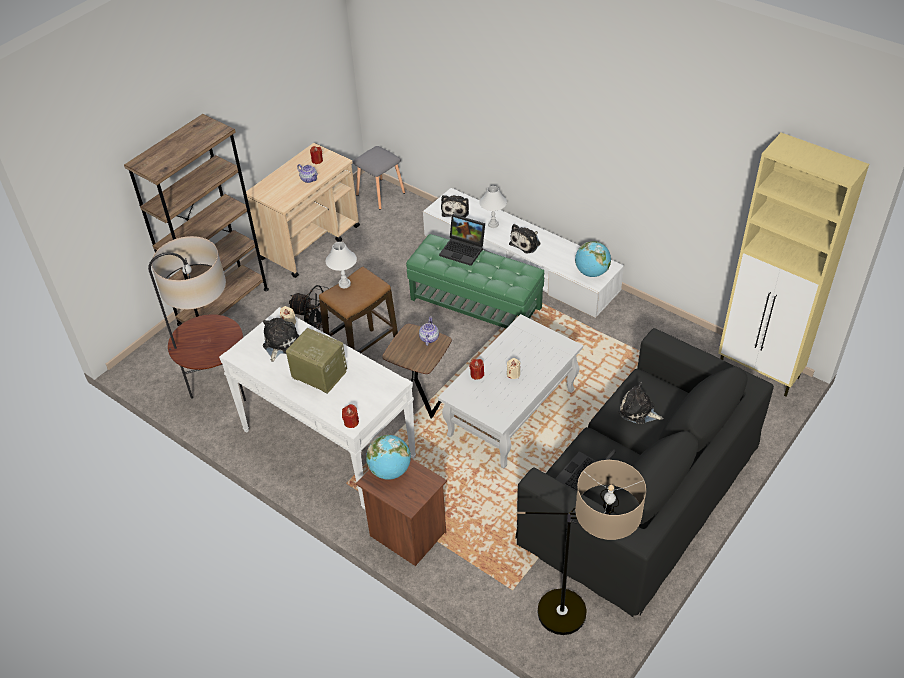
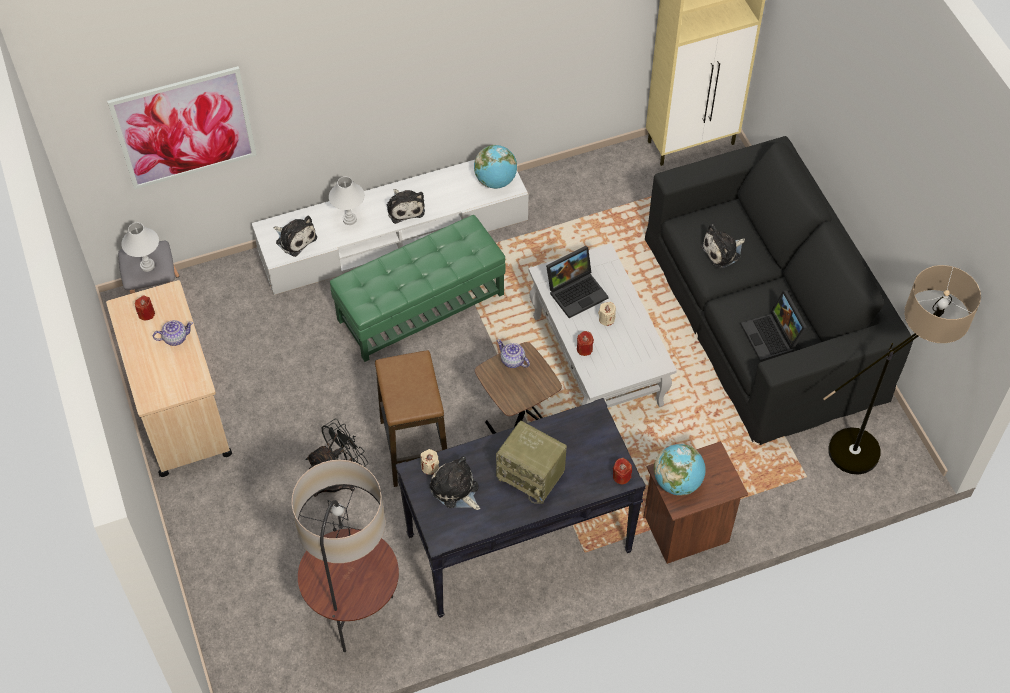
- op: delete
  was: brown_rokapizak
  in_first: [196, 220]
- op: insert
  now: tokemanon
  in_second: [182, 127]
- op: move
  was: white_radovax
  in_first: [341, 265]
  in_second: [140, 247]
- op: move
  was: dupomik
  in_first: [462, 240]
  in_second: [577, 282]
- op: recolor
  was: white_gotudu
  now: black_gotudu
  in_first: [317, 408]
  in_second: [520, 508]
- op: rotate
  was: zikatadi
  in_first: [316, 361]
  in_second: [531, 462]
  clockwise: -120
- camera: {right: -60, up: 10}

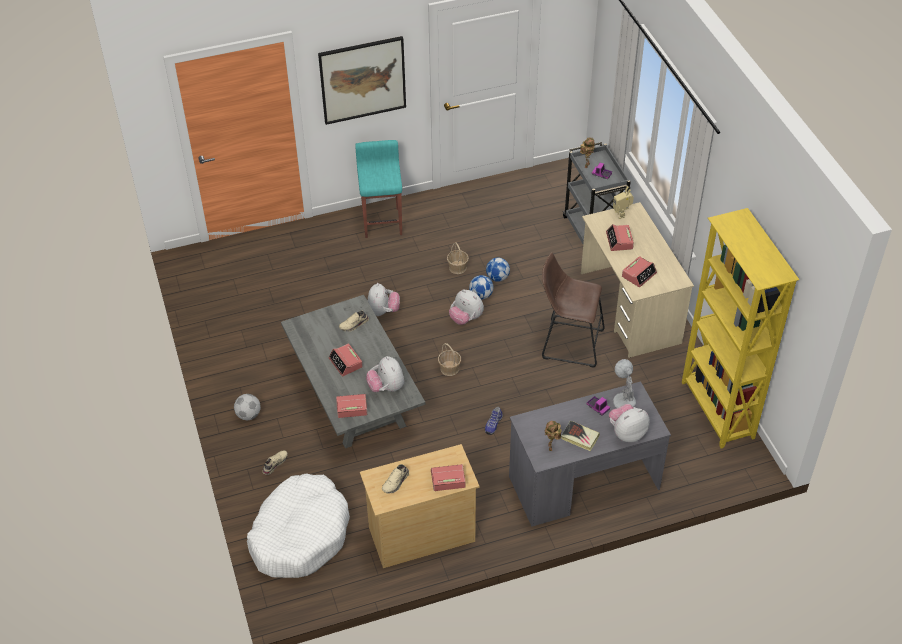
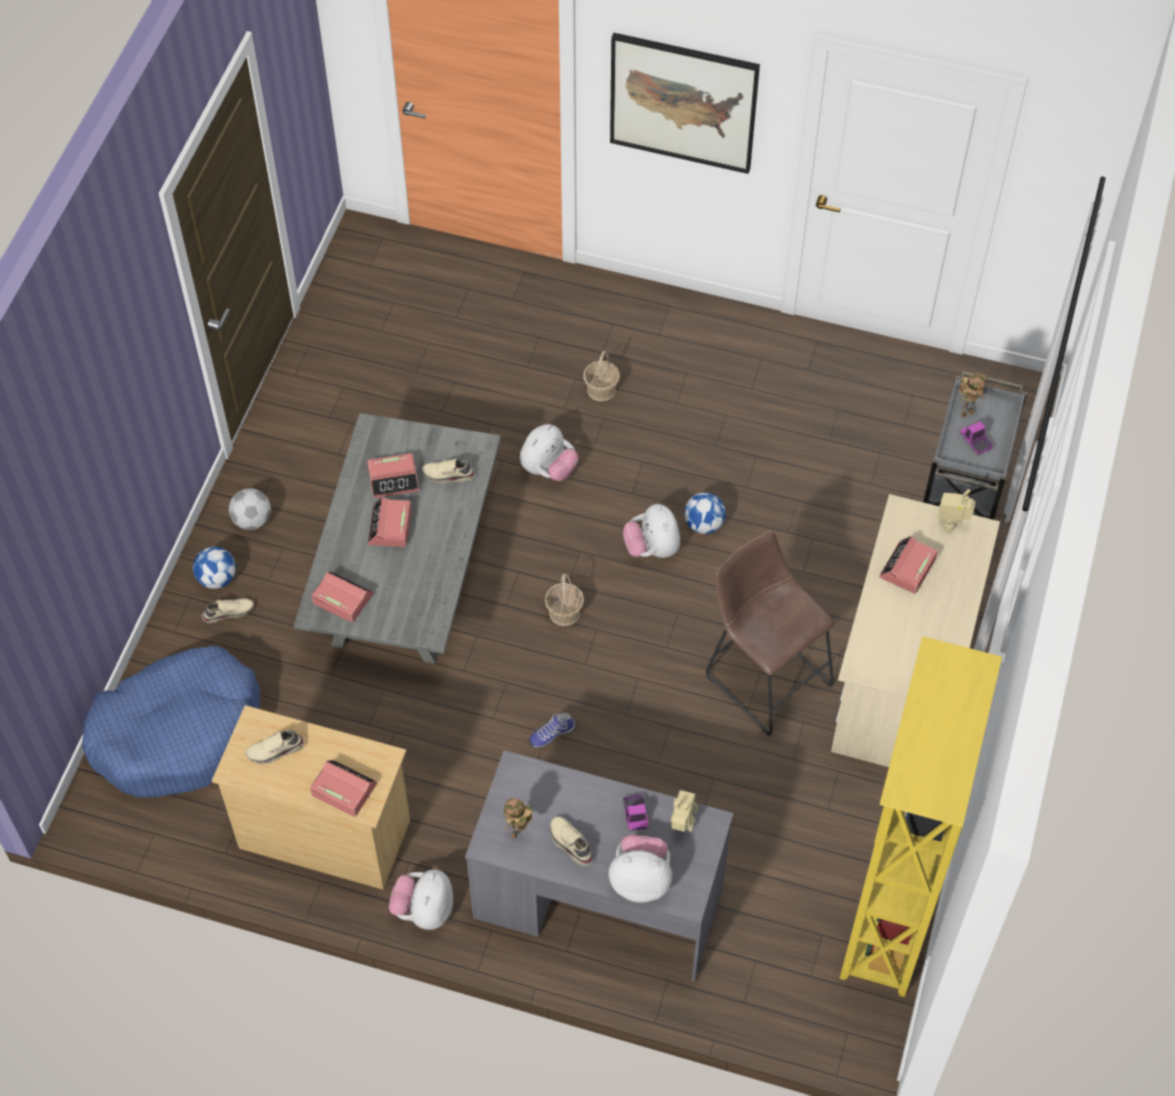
- op: delete
  was: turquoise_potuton
  in_first: [378, 189]
- op: move
  was: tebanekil
  in_first: [385, 374]
  in_second: [421, 899]
- op: move
  was: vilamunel
  in_first: [458, 258]
  in_second: [601, 375]
- op: move
  was: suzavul
  in_first: [498, 270]
  in_second: [214, 567]
- op: move
  was: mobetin
  in_first: [639, 271]
  in_second: [393, 475]
- op: replace
  was: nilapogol
  now: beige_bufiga
  in_first: [580, 435]
  in_second: [571, 841]
- op: replace
  was: white_radovax
  now: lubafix
  in_first: [624, 383]
  in_second: [684, 811]
- op: recolor
  was: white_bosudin
  now: blue_bosudin
  in_first: [298, 525]
  in_second: [171, 722]
- camera: {right: 35, up: 10}

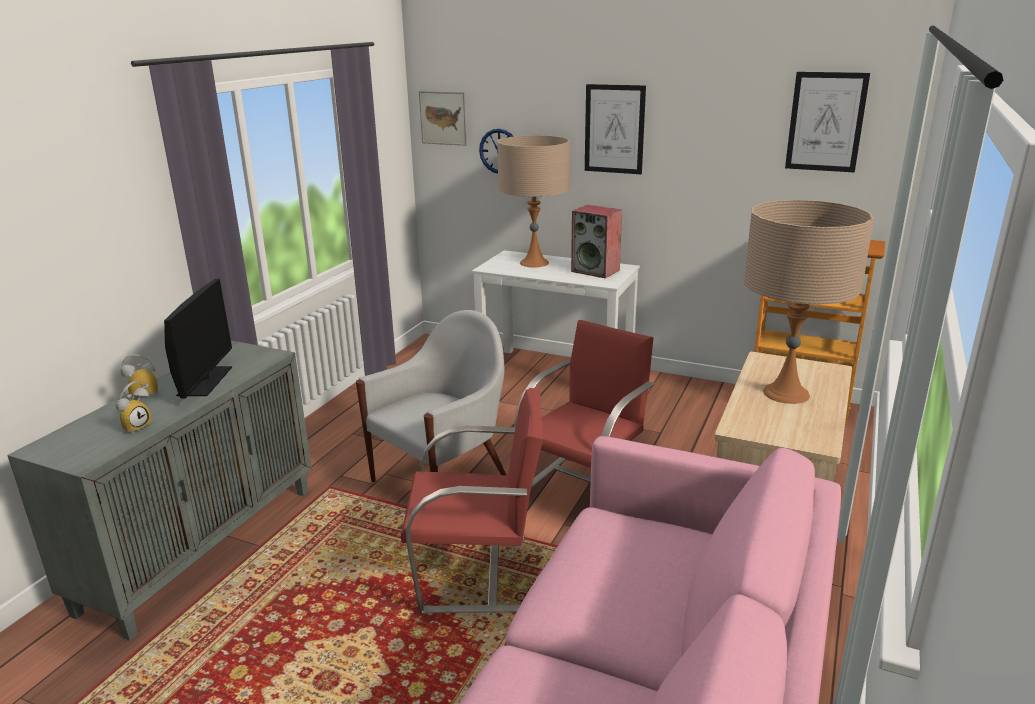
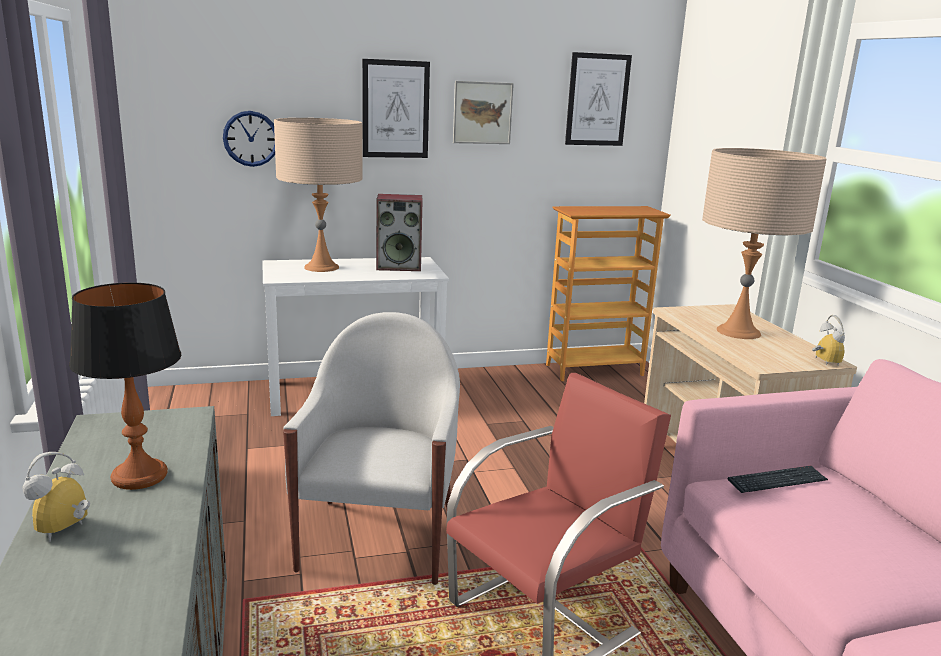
- op: delete
  was: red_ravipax
  in_first: [584, 404]
- op: insert
  now: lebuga
  in_second: [778, 479]
- op: move
  was: mobetin
  in_first: [134, 407]
  in_second: [828, 340]
- op: move
  was: tokemanon
  in_first: [443, 118]
  in_second: [483, 112]
- op: replace
  was: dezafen
  now: radovax
  in_first: [198, 338]
  in_second: [125, 386]
- camera: {right: -40, up: -5}

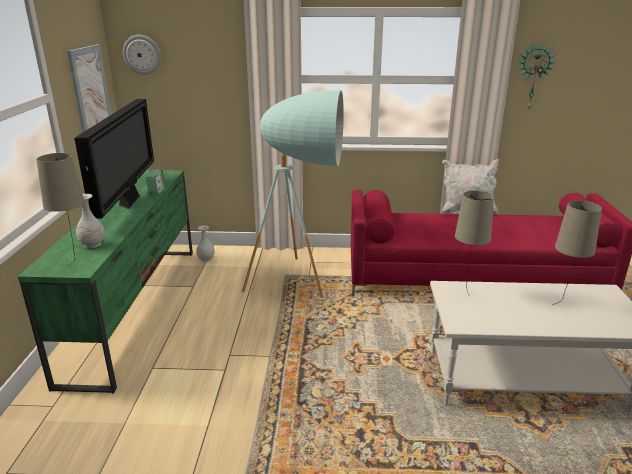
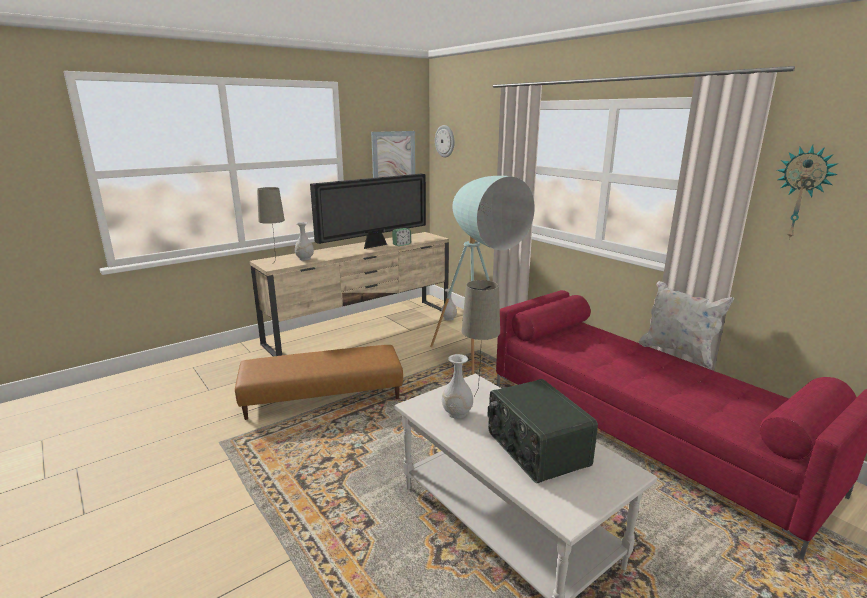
- op: insert
  now: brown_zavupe
  in_second: [319, 382]
- op: insert
  now: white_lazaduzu
  in_second: [457, 386]
- op: replace
  was: beige_radovax
  now: zikatadi
  in_first: [577, 252]
  in_second: [543, 431]
- op: recolor
  was: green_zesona
  now: beige_zesona
  in_first: [105, 281]
  in_second: [349, 294]
- camera: {right: 50, up: -5}

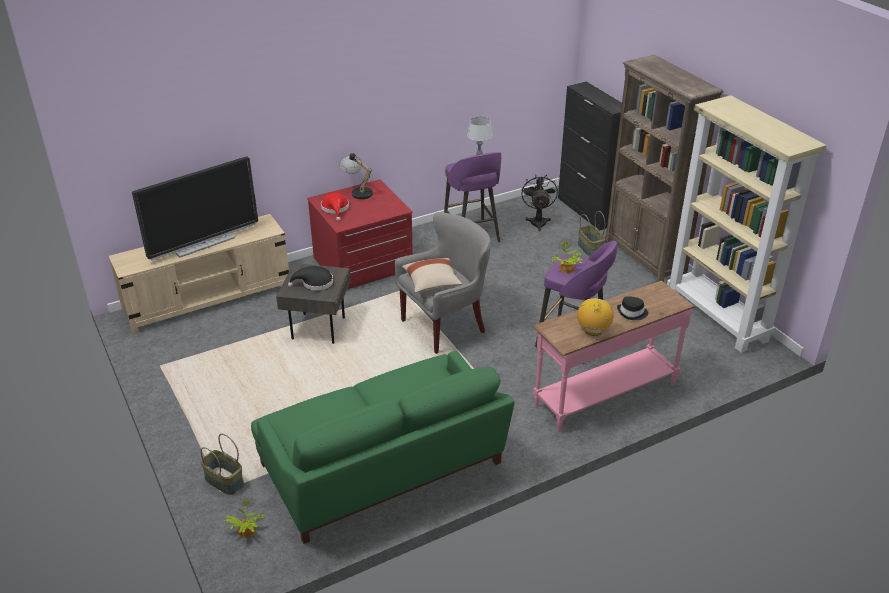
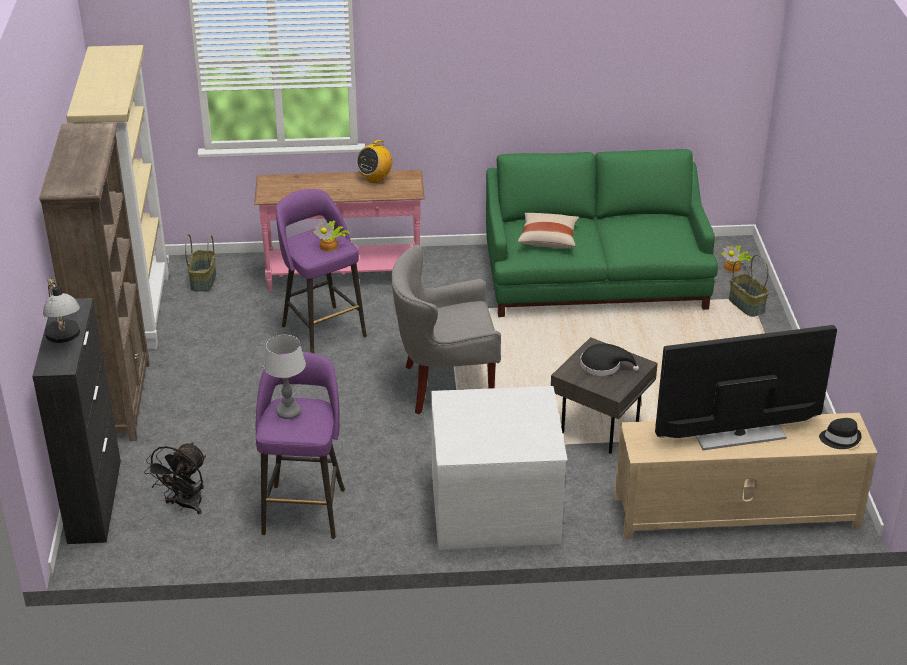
- op: delete
  was: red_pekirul
  in_first: [335, 207]
- op: move
  was: radovax
  in_first: [357, 176]
  in_second: [61, 310]
- op: move
  was: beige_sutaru
  in_first: [432, 275]
  in_second: [548, 230]
- op: move
  was: vilamunel
  in_first: [591, 234]
  in_second: [200, 263]
- op: move
  was: black_pekirul
  in_first: [632, 308]
  in_second: [840, 433]
- op: recolor
  was: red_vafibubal
  now: white_vafibubal
  in_first: [360, 234]
  in_second: [499, 467]
- camera: {right: -155, up: 0}

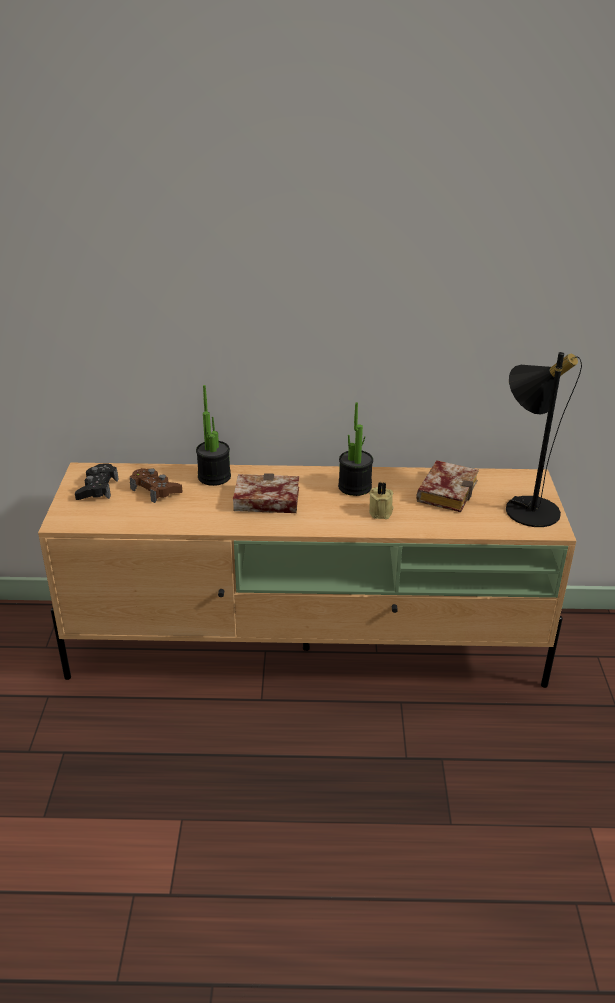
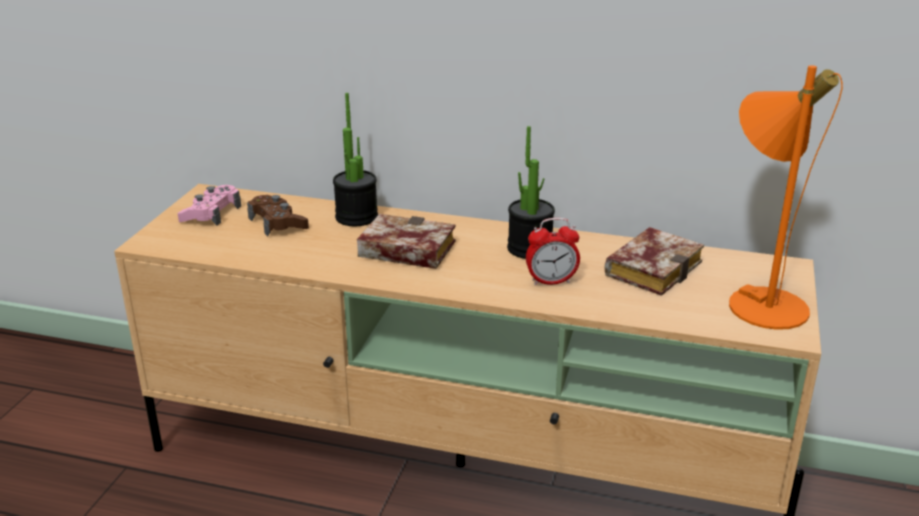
- op: replace
  was: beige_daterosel
  now: mobetin
  in_first: [381, 500]
  in_second: [553, 252]
- op: recolor
  was: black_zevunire
  now: pink_zevunire
  in_first: [96, 481]
  in_second: [209, 205]
- op: recolor
  was: black_radovax
  now: orange_radovax
  in_first: [544, 439]
  in_second: [786, 197]
- camera: {right: 15, up: -5}

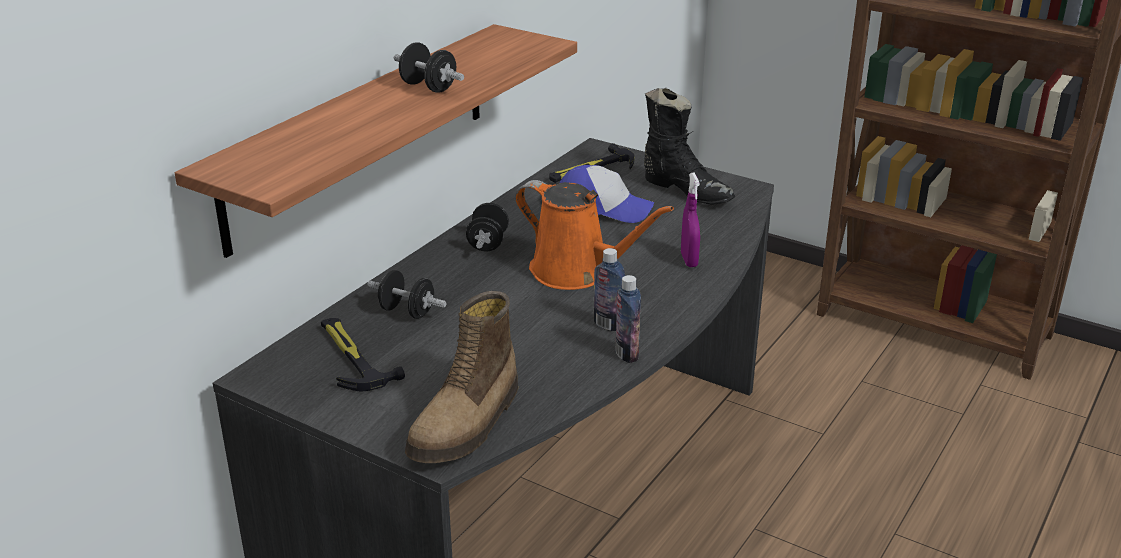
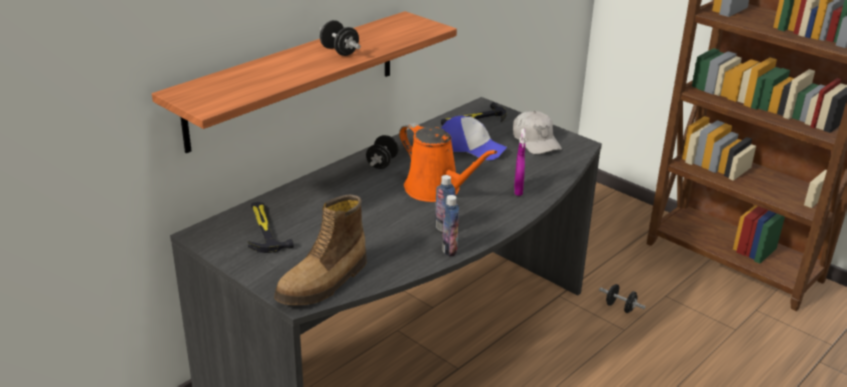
- op: move
  was: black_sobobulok
  in_first: [407, 294]
  in_second: [622, 298]
- op: replace
  was: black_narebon
  now: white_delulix
  in_first: [689, 146]
  in_second: [537, 133]
- camera: {right: 10, up: 0}

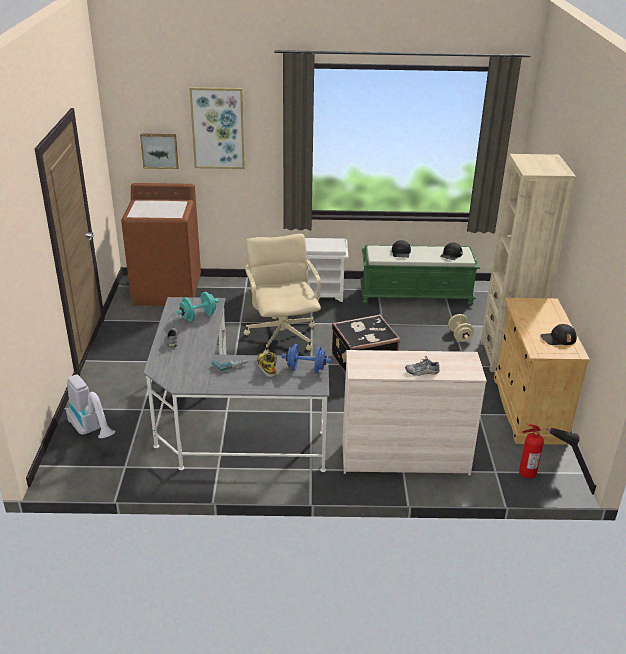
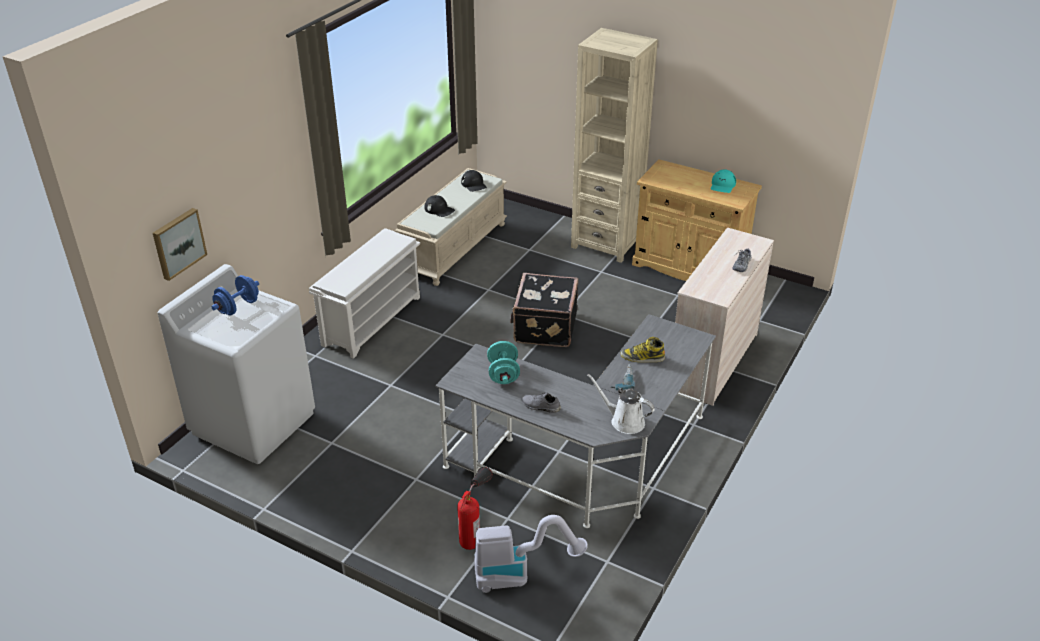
- op: delete
  was: tokemanon
  in_first: [217, 128]
- op: delete
  was: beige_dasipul
  in_first: [282, 294]
- op: delete
  was: beige_sobobulok
  in_first: [461, 328]
- op: insert
  now: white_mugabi
  in_second: [621, 404]
- op: move
  was: blue_sobobulok
  in_first: [306, 358]
  in_second: [235, 295]
- op: move
  was: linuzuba
  in_first: [549, 451]
  in_second: [475, 508]
- op: recolor
  was: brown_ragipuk
  now: white_ragipuk
  in_first: [161, 244]
  in_second: [236, 364]
- op: recolor
  was: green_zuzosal
  now: beige_zuzosal
  in_first: [420, 275]
  in_second: [451, 227]
- op: recolor
  was: black_delulix
  now: turquoise_delulix
  in_first: [559, 334]
  in_second: [723, 181]
- camera: {right: -60, up: 5}

